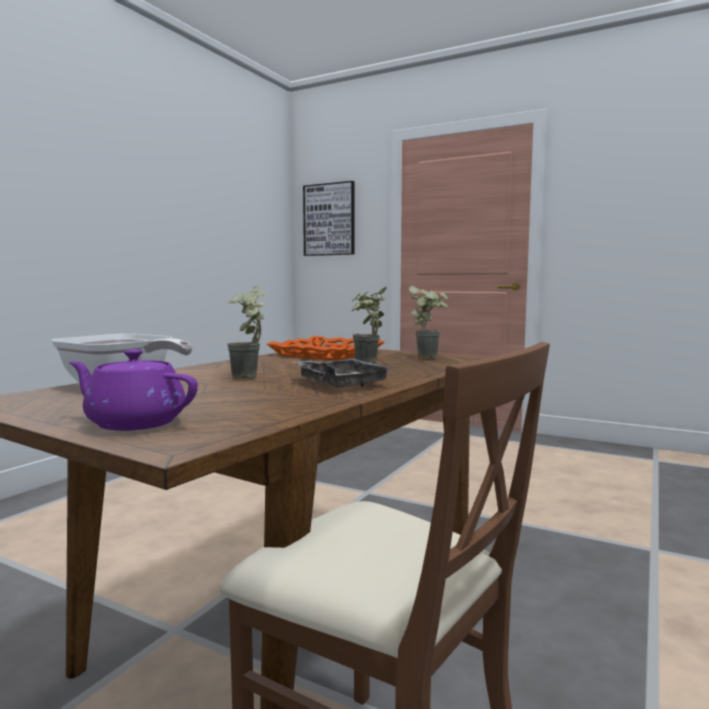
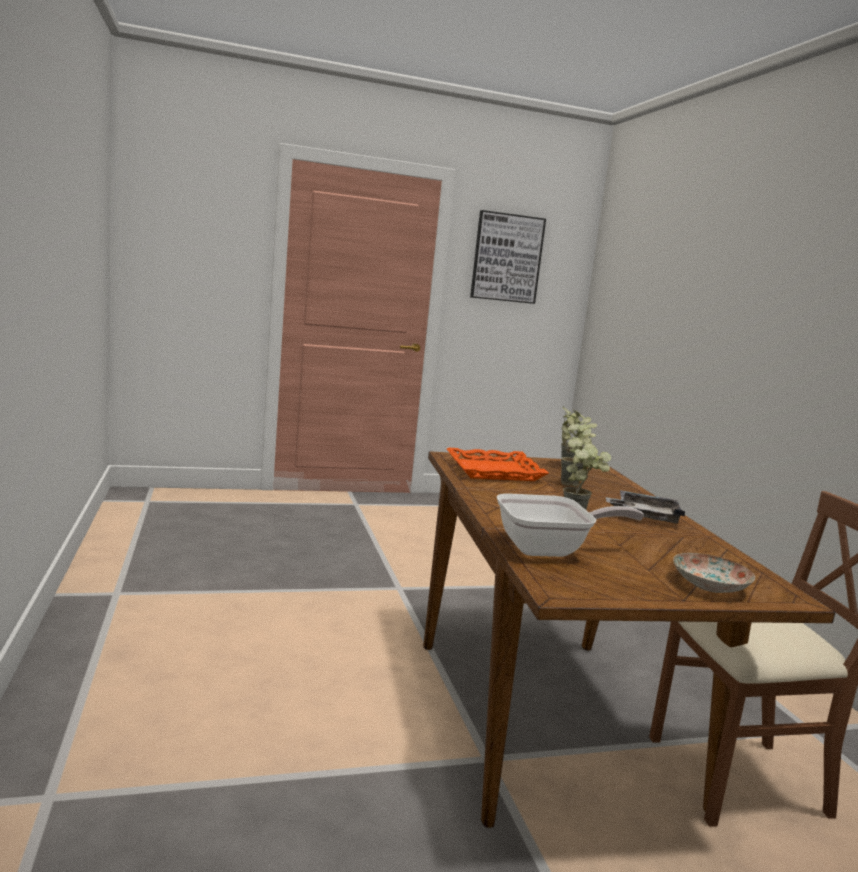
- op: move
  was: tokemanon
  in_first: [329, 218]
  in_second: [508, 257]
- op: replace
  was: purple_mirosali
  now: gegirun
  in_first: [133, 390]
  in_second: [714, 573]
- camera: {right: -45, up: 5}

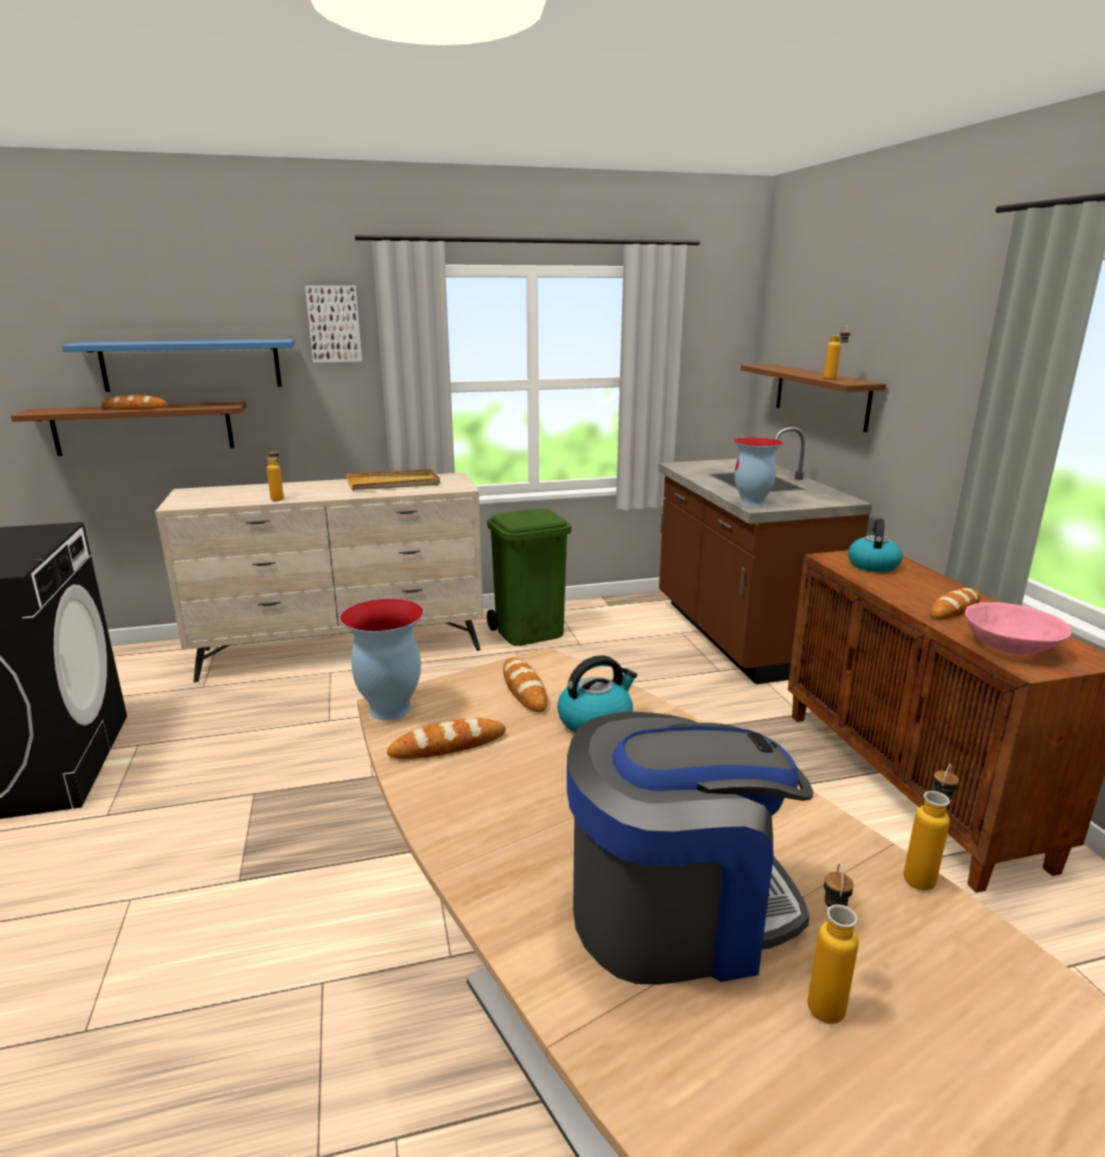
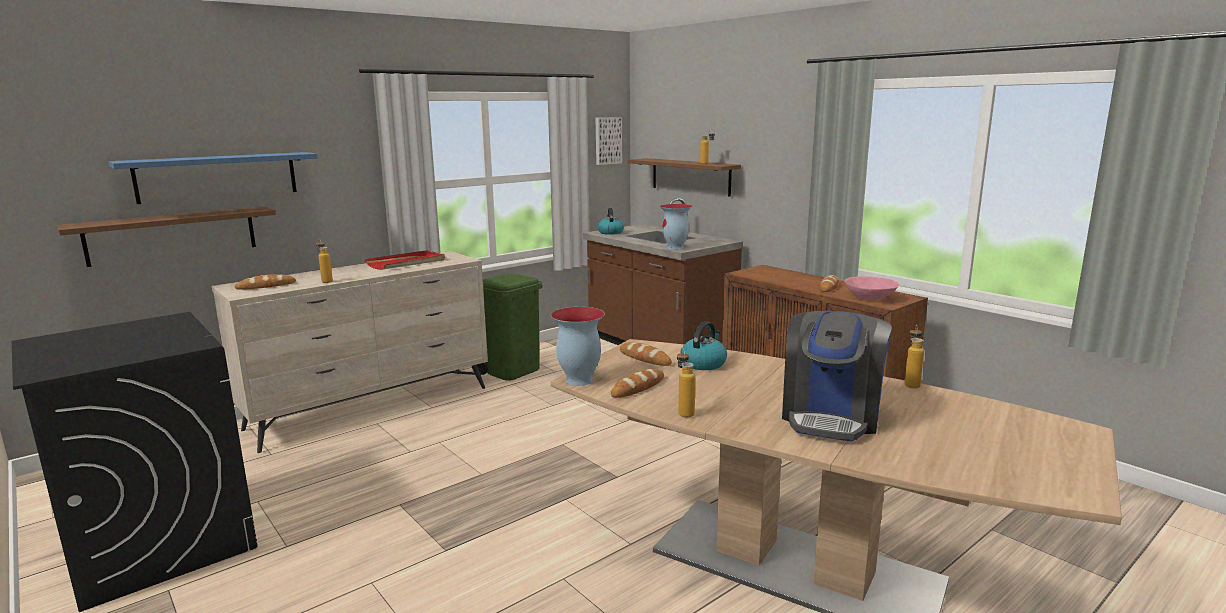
- op: move
  was: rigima
  in_first: [134, 402]
  in_second: [265, 282]
- op: move
  was: tokemanon
  in_first: [333, 324]
  in_second: [609, 141]
- op: move
  was: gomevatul
  in_first: [833, 943]
  in_second: [686, 382]
- op: move
  was: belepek
  in_first: [875, 545]
  in_second: [611, 221]
- op: recolor
  was: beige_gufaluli
  now: red_gufaluli
  in_first: [393, 479]
  in_second: [405, 260]
- op: rotate
  was: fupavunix
  in_first: [690, 848]
  in_second: [837, 376]
  clockwise: 150
- camera: {right: -25, up: -5}

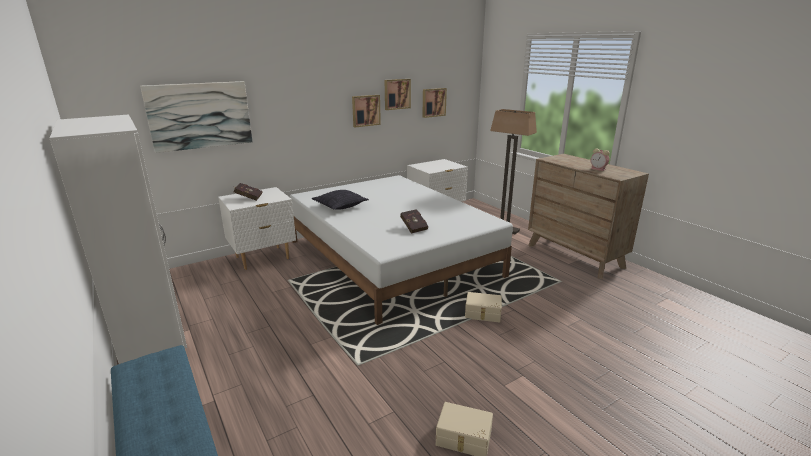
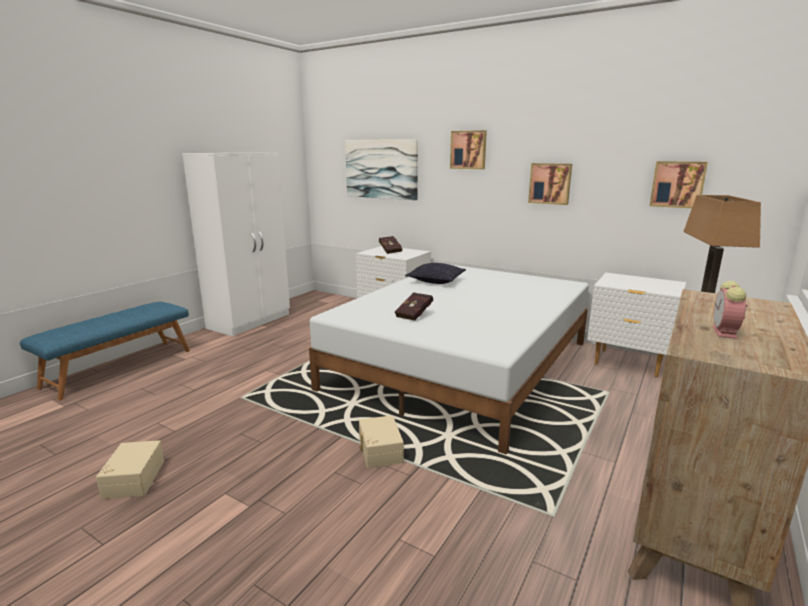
- op: move
  was: tokemanon
  in_first: [398, 94]
  in_second: [468, 149]
- camera: {right: 65, up: -5}

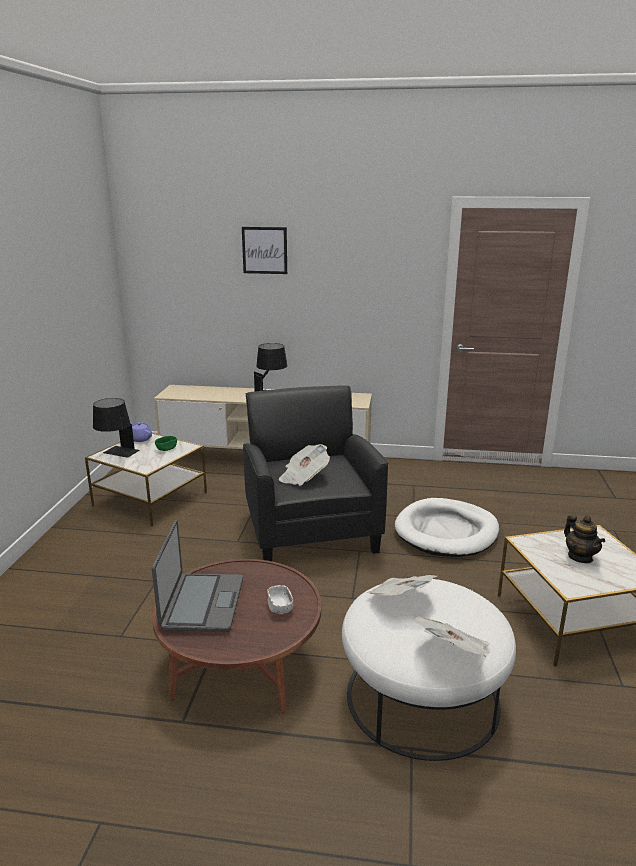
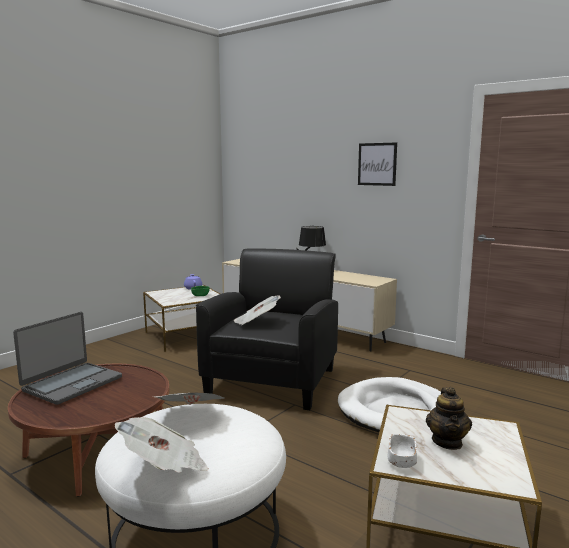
- op: delete
  was: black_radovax
  in_first: [116, 428]
- op: move
  was: tokemanon
  in_first: [264, 250]
  in_second: [377, 164]
- op: move
  was: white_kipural
  in_first: [280, 599]
  in_second: [402, 451]
- camera: {right: 30, up: -10}

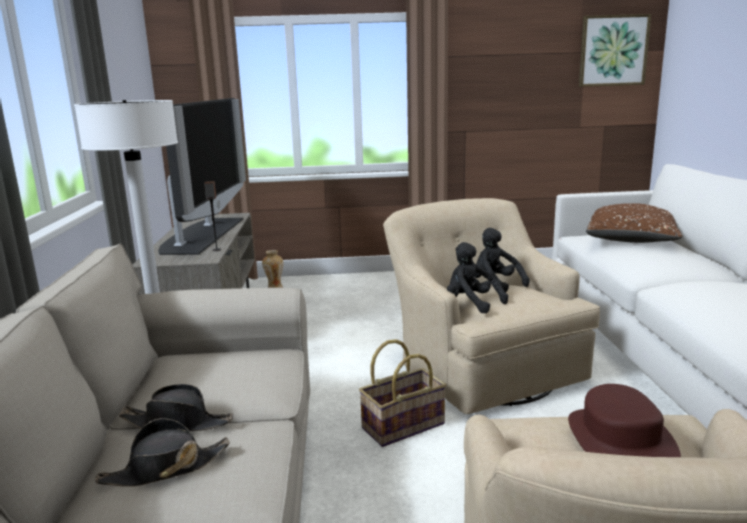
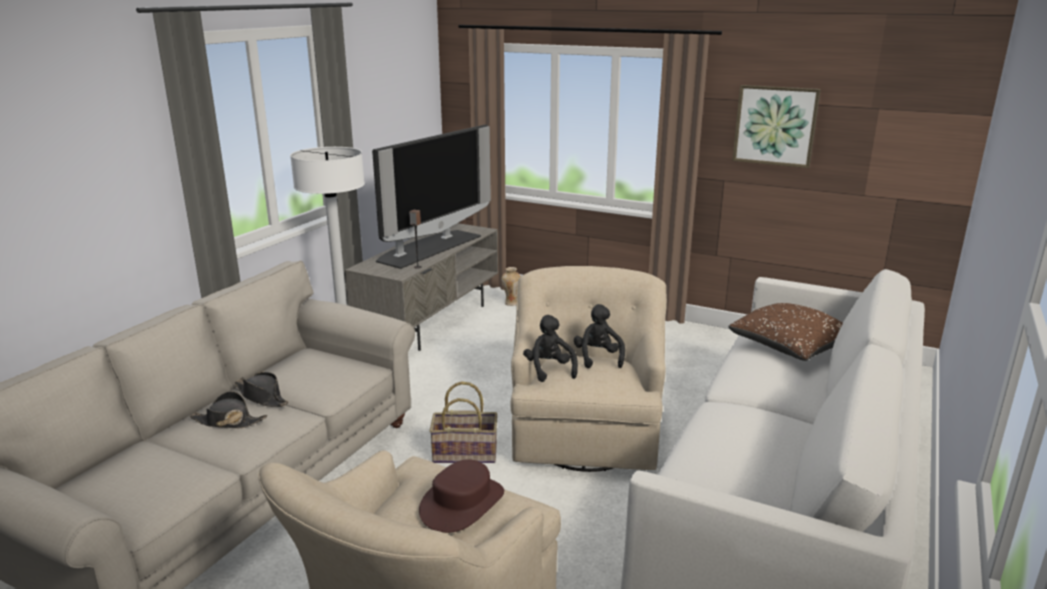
- op: move
  was: tokemanon
  in_first: [615, 50]
  in_second: [776, 126]
- camera: {right: 30, up: 5}

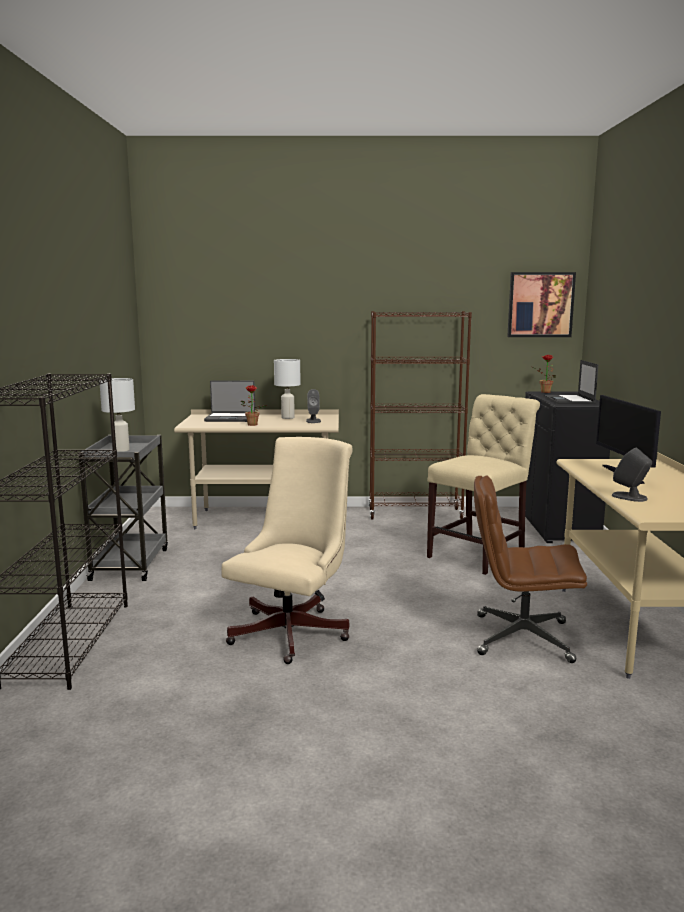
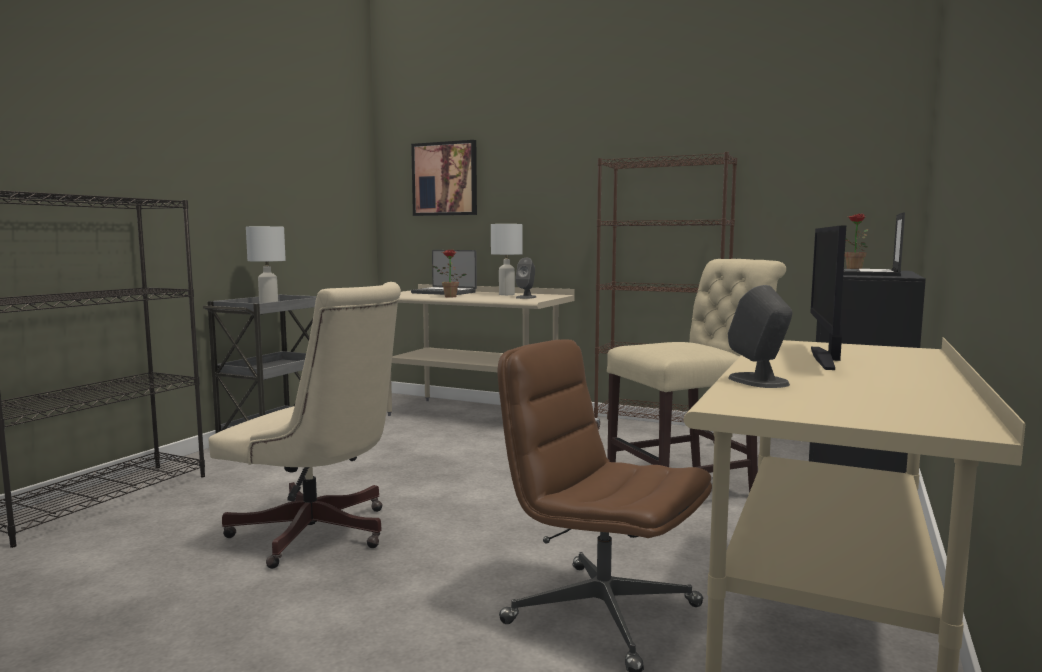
- op: move
  was: tokemanon
  in_first: [541, 304]
  in_second: [444, 178]
- op: rotate
  was: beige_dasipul
  in_first: [287, 550]
  in_second: [304, 425]
  clockwise: 60
- camera: {right: 25, up: -5}

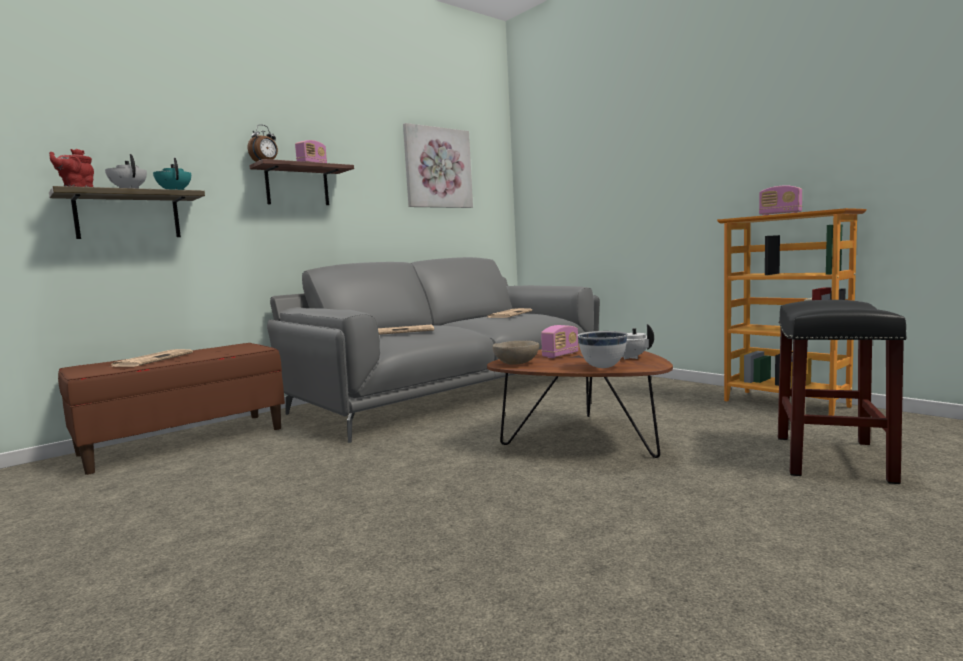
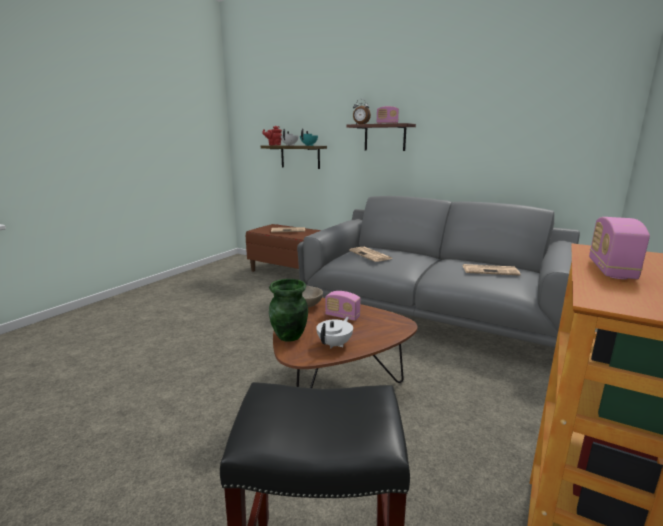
- op: delete
  was: tokemanon
  in_first: [438, 165]
- op: replace
  was: white_kipural
  now: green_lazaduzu
  in_first: [602, 349]
  in_second: [288, 310]
- camera: {right: 70, up: 10}

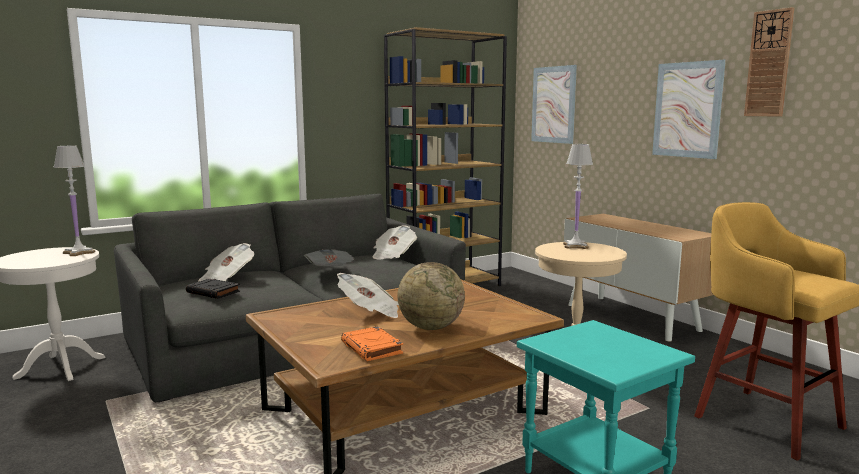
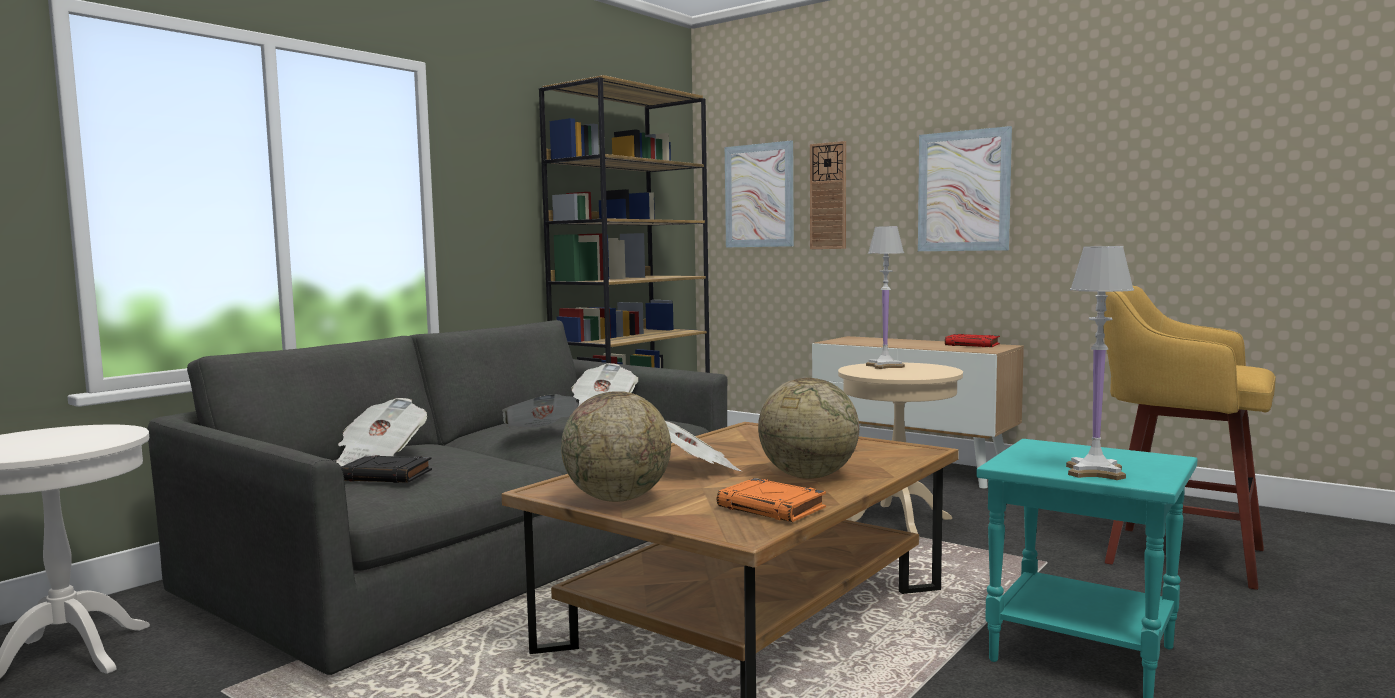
- op: insert
  now: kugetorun
  in_second: [616, 446]
- op: insert
  now: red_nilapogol
  in_second: [972, 340]
- op: move
  was: white_radovax
  in_first: [74, 201]
  in_second: [1100, 363]
- op: move
  was: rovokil
  in_first: [769, 62]
  in_second: [828, 195]
- camera: {right: -20, up: -5}

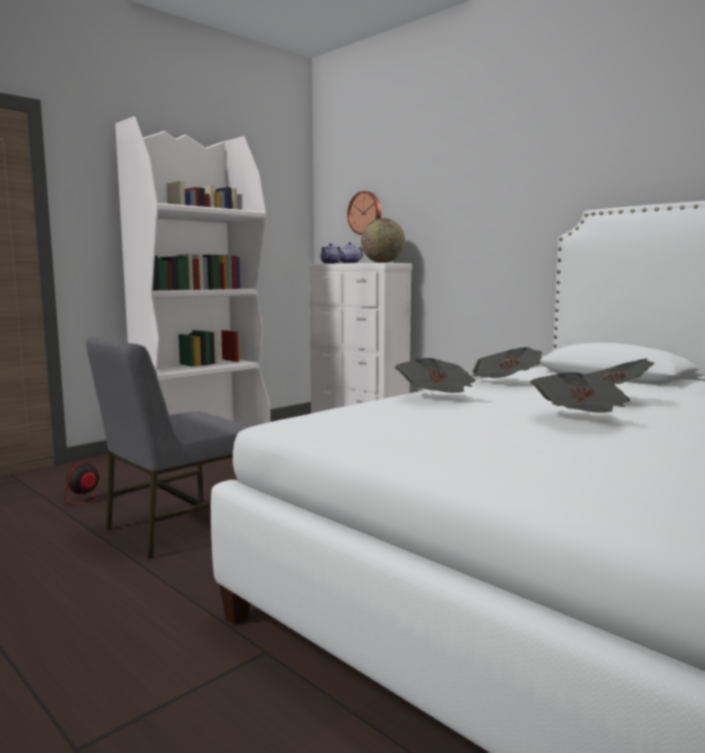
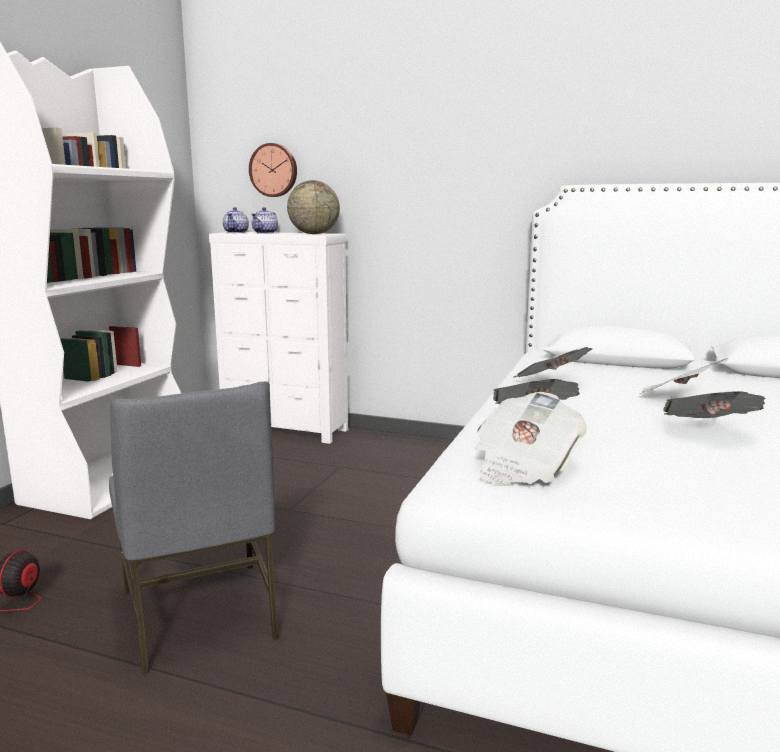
- op: insert
  now: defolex
  in_second: [531, 438]
- op: rotate
  was: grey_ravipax
  in_first: [167, 448]
  in_second: [194, 527]
  clockwise: -45
- camera: {right: -25, up: 5}

